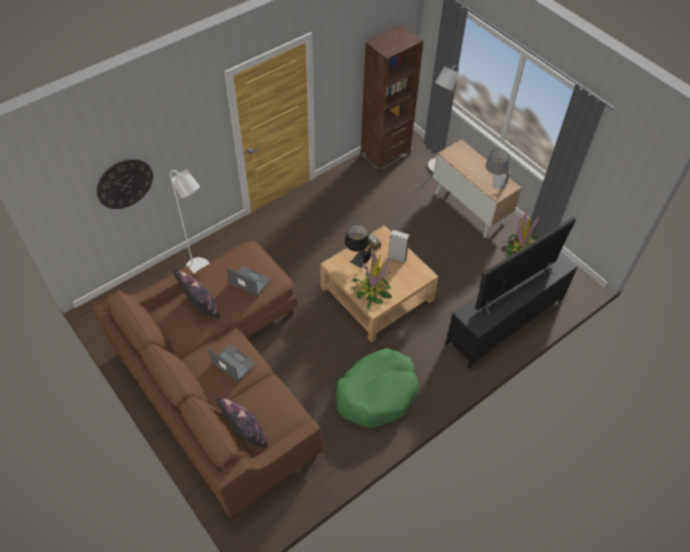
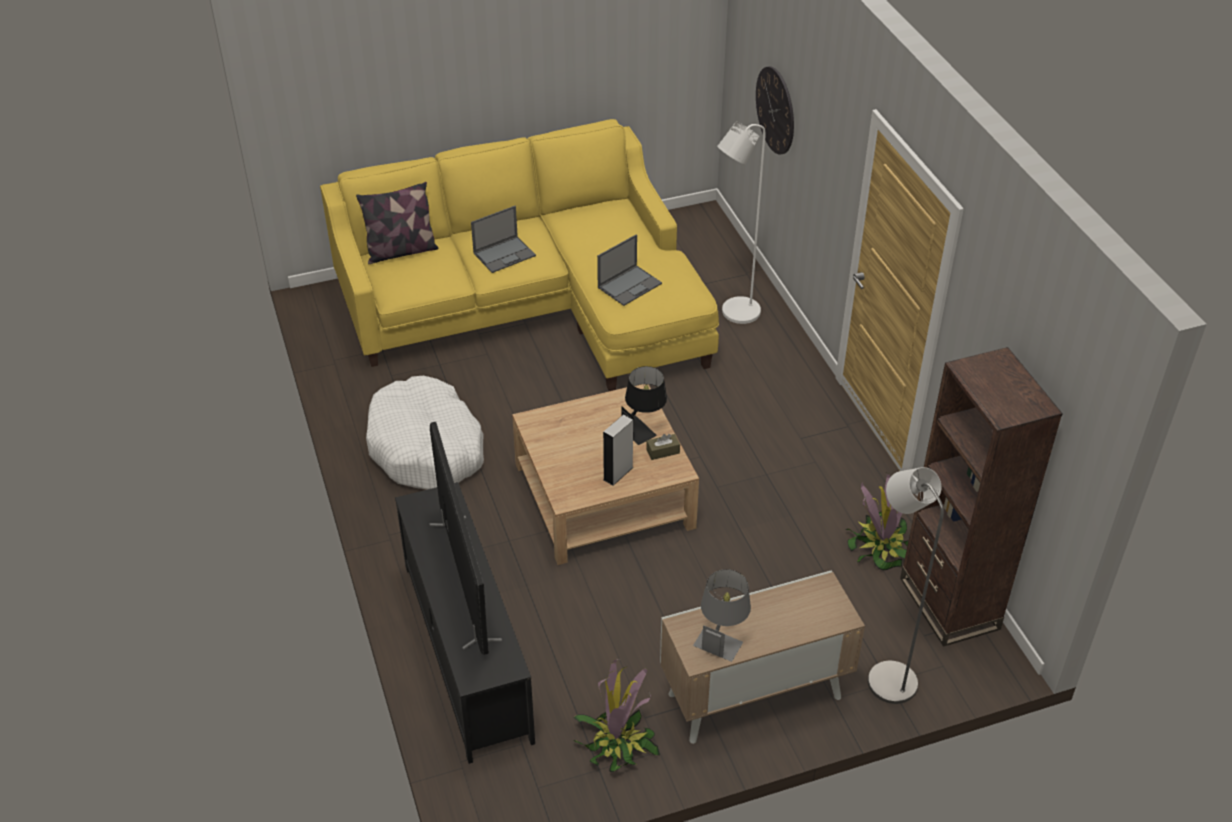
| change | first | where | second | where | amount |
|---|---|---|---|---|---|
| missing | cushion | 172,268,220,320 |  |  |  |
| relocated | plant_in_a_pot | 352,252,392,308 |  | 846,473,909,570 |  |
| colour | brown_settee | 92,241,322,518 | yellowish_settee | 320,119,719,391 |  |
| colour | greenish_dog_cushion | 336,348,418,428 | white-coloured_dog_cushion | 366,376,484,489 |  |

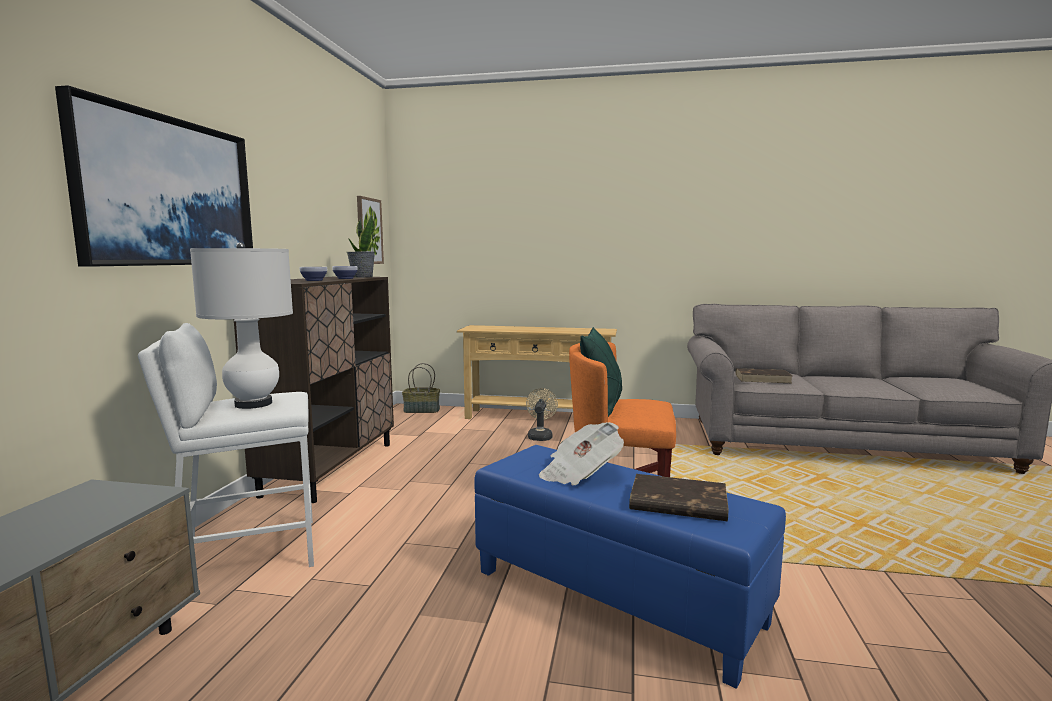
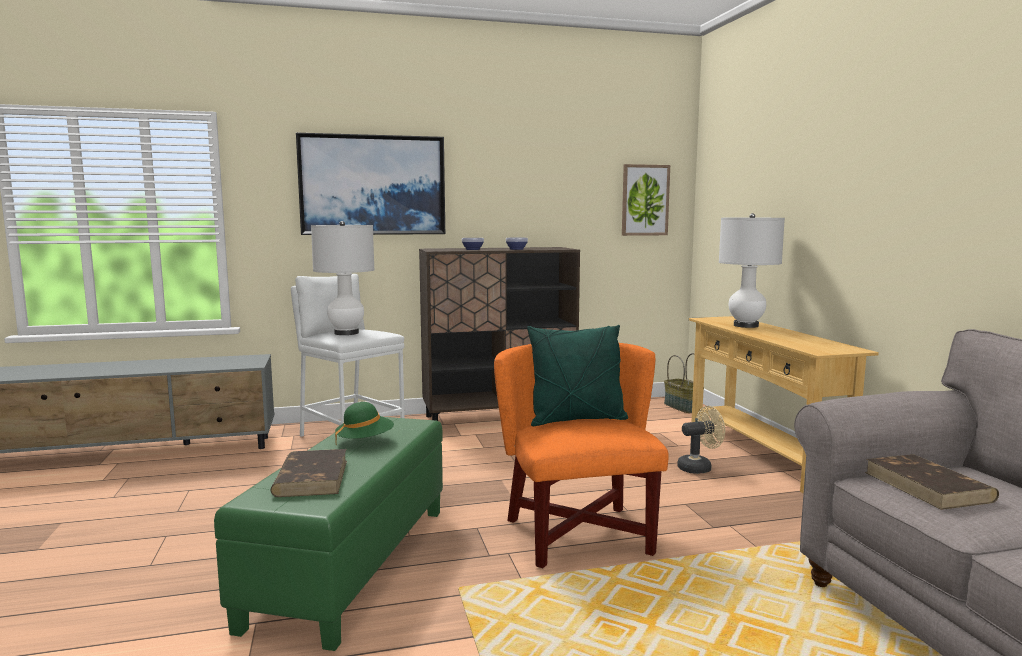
| change | first | where | second | where | amount |
|---|---|---|---|---|---|
| missing | plant_in_a_pot | 347,215,375,277 |  |  |  |
| appeared |  |  | white-coloured_table_lamp | 719,213,785,328 |  |
| exchanged | printed_paper | 539,422,624,485 | greenish_clothing_hat | 335,402,394,445 |  |
| colour | blue_ottoman | 474,445,786,689 | greenish_ottoman | 214,417,443,651 |  |

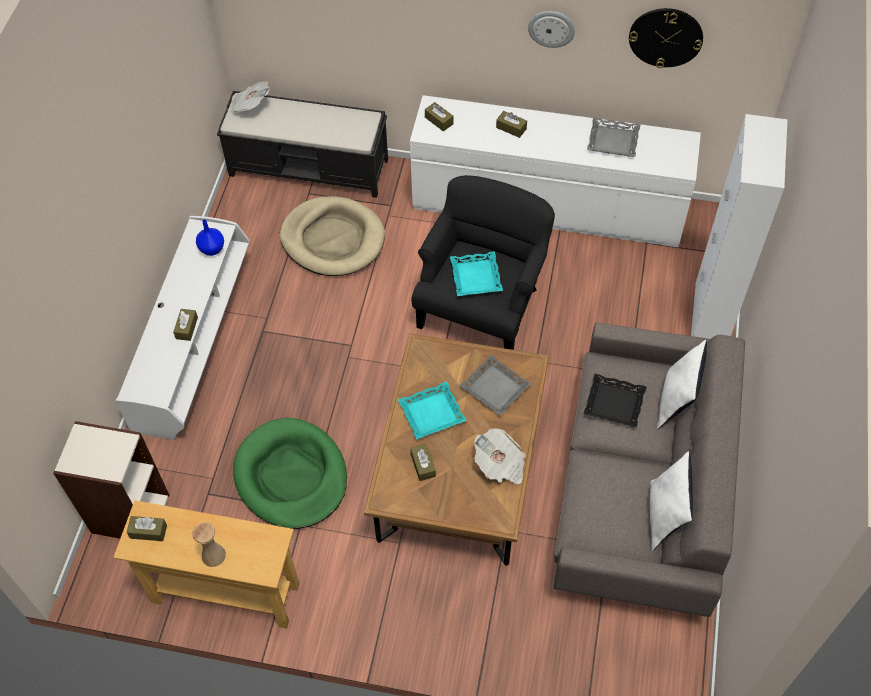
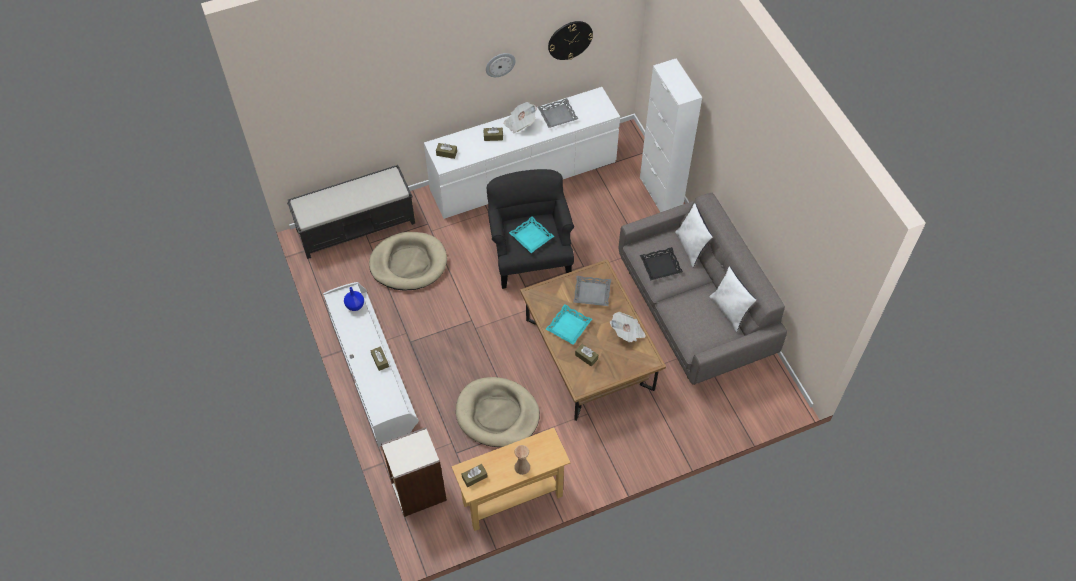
| change | first | where | second | where | amount |
|---|---|---|---|---|---|
| relocated | printed_paper | 230,81,269,113 |  | 504,102,537,133 |  |
| colour | greenish_dog_cushion | 233,418,347,529 | sand-coloured_dog_cushion | 456,377,540,447 |  |

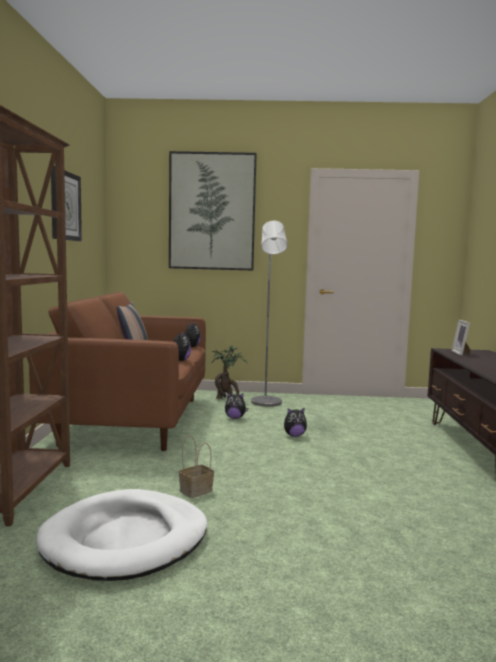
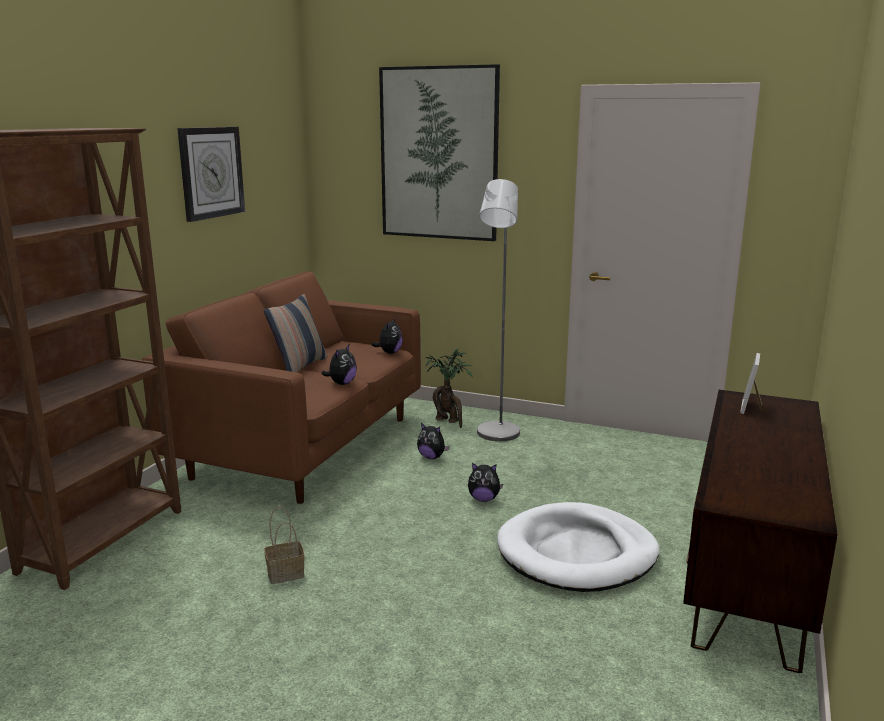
| change | first | where | second | where | amount |
|---|---|---|---|---|---|
| relocated | white-coloured_dog_cushion | 36,489,207,581 |  | 497,502,660,592 |  |

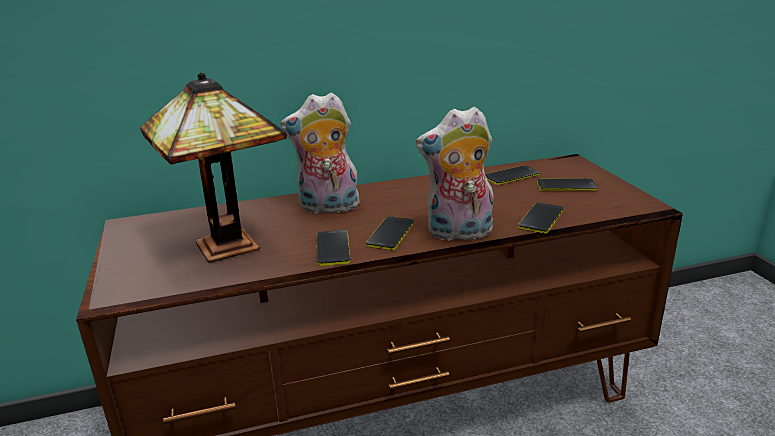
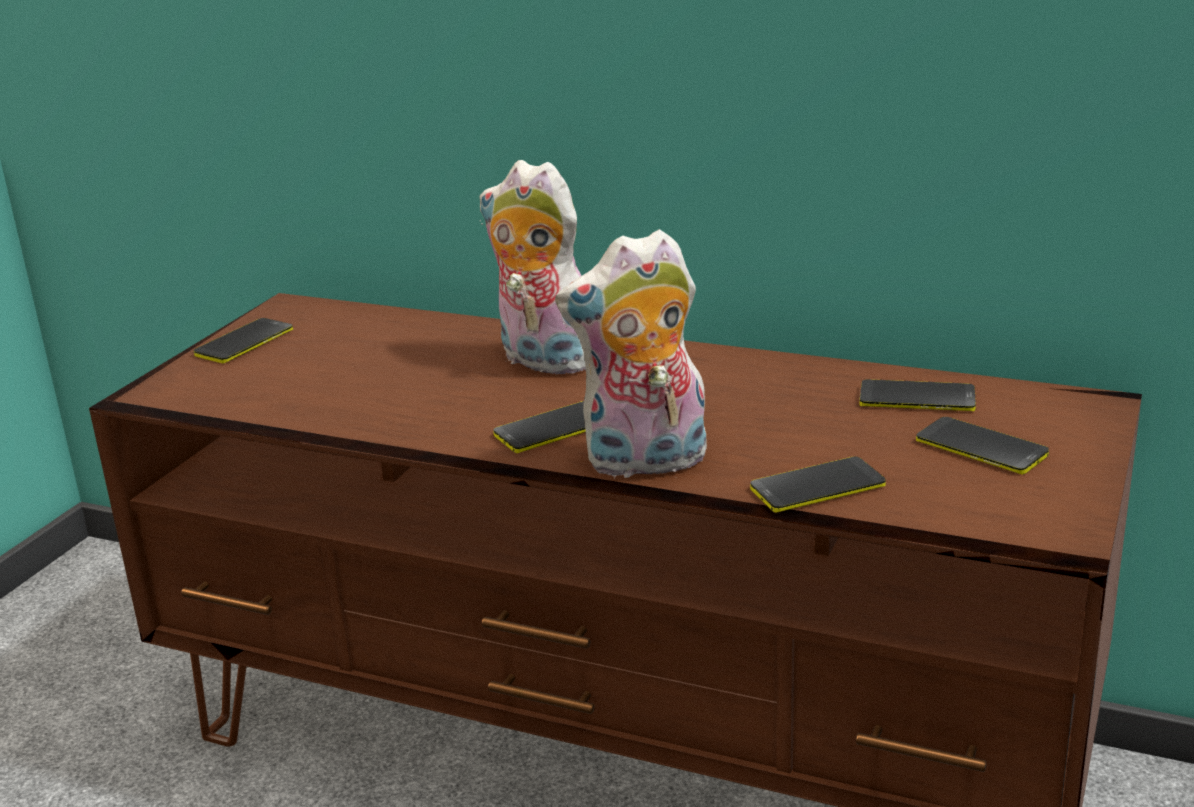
| change | first | where | second | where | amount |
|---|---|---|---|---|---|
| missing | table_lamp | 140,72,287,263 |  |  |  |
| relocated | handset | 317,230,351,266 |  | 194,318,293,363 |  |
| spun | soft_toy | 416,106,493,243 |  | 555,229,707,478 | 45 degrees counterclockwise |

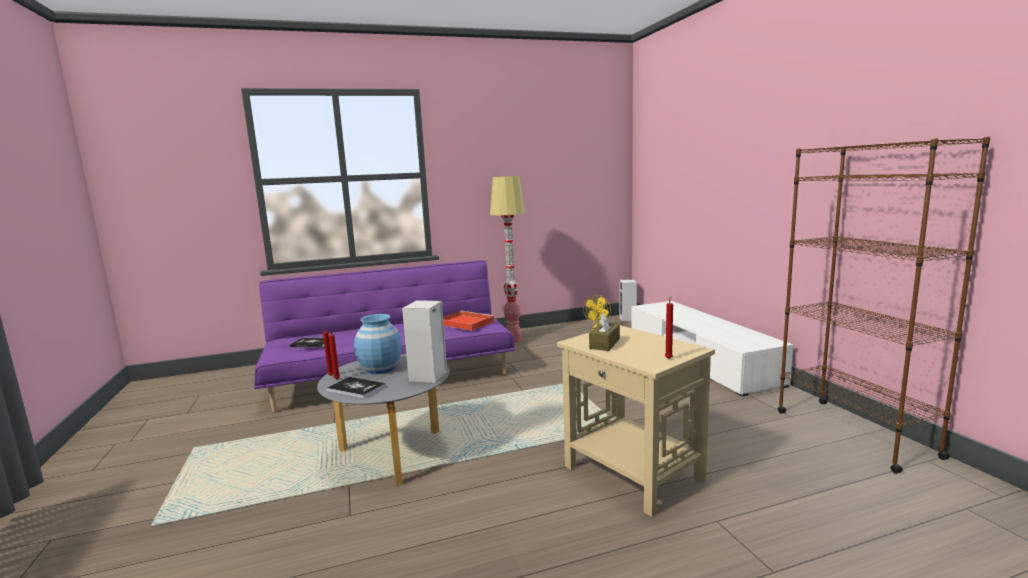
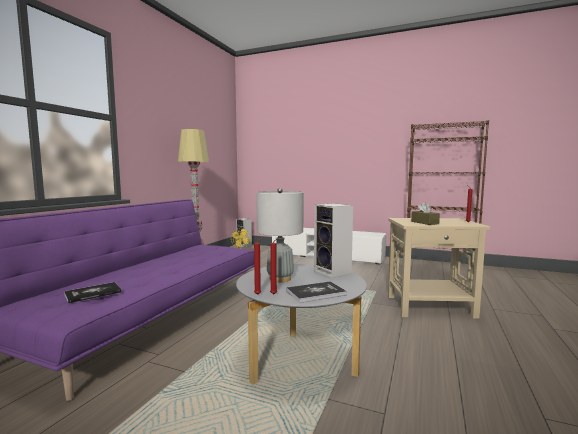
| change | first | where | second | where | amount |
|---|---|---|---|---|---|
| missing | red_serving_tray | 443,311,495,331 |  |  |  |
| exchanged | blue_flower_vase | 354,314,402,374 | gray_table_lamp | 256,188,304,283 |  |

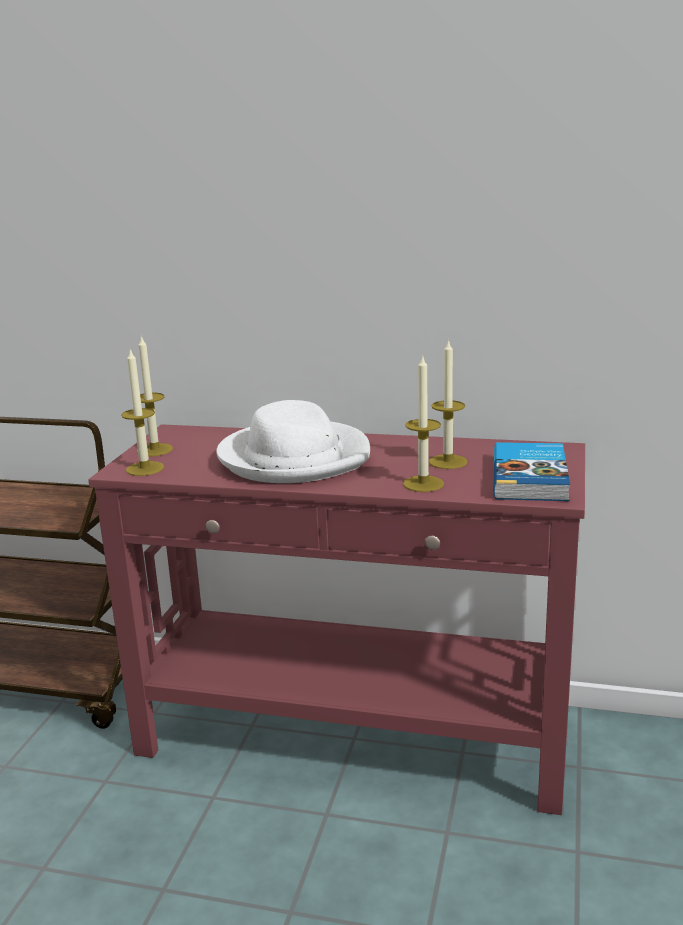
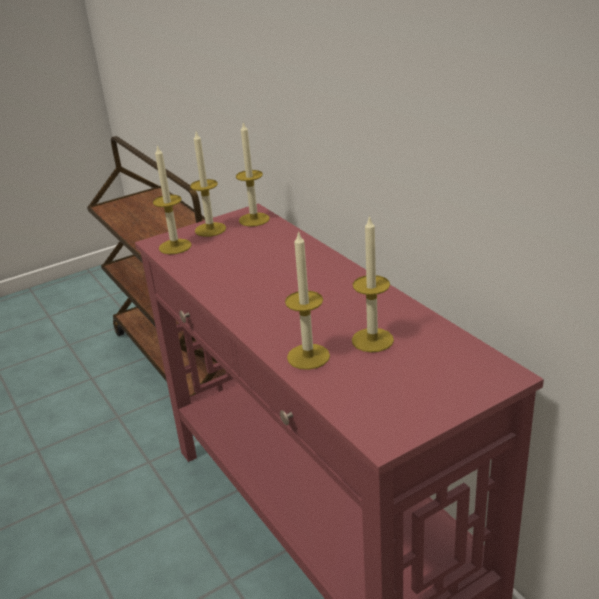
| change | first | where | second | where | amount |
|---|---|---|---|---|---|
| missing | white-coloured_clothing_hat | 216,400,370,483 |  |  |  |
| missing | bound_book | 494,442,570,501 |  |  |  |
| appeared |  |  | wax_candle | 236,122,270,227 |  |

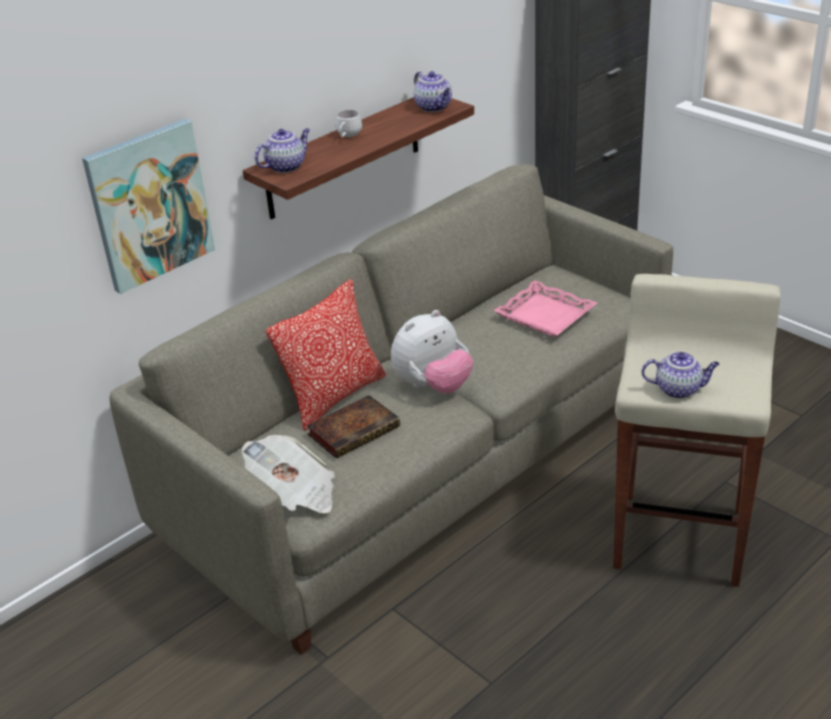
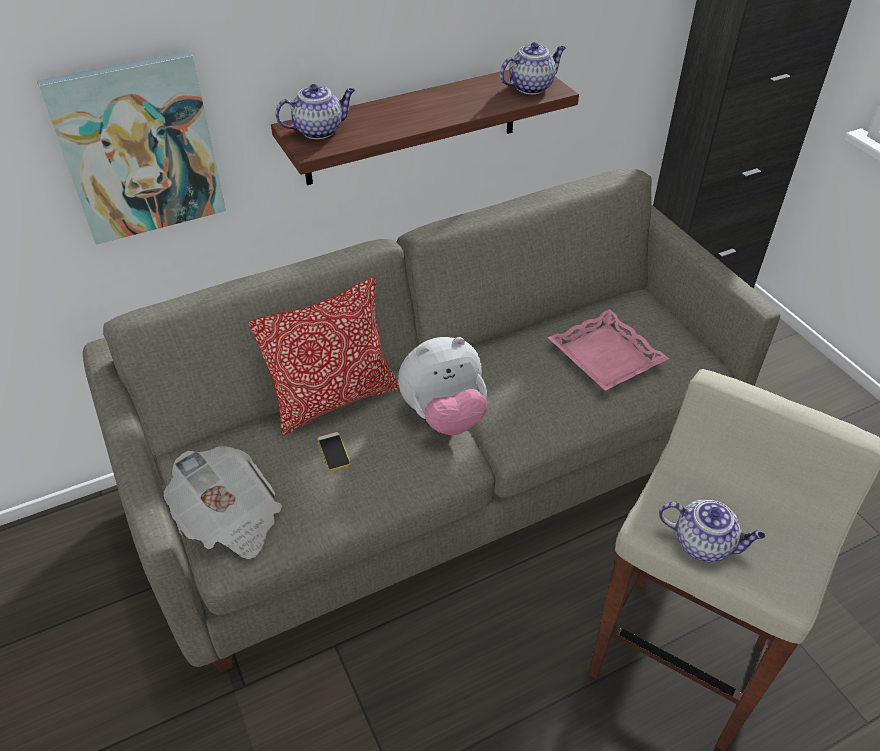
| change | first | where | second | where | amount |
|---|---|---|---|---|---|
| missing | white-coloured_tea_mug | 336,110,362,137 |  |  |  |
| exchanged | bound_book | 306,395,400,459 | handset | 317,432,351,471 |  |
| spun | teapot | 414,71,452,112 |  | 500,42,566,94 | 105 degrees counterclockwise |

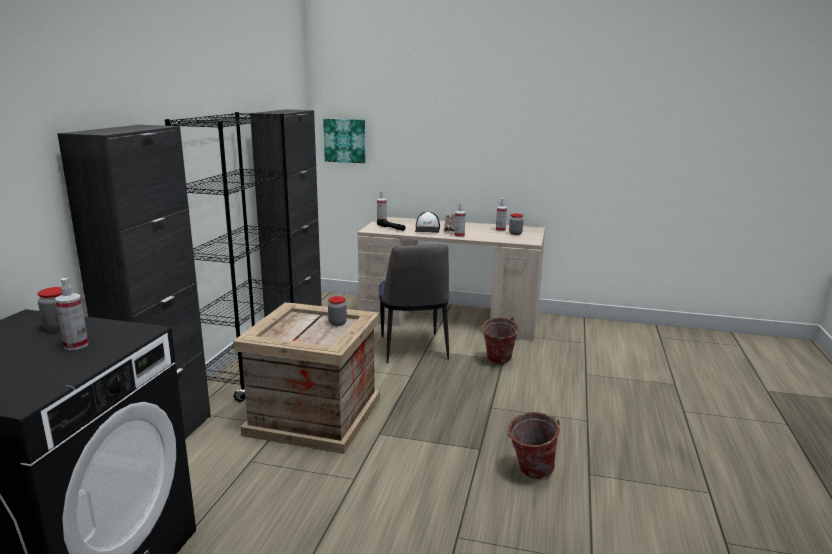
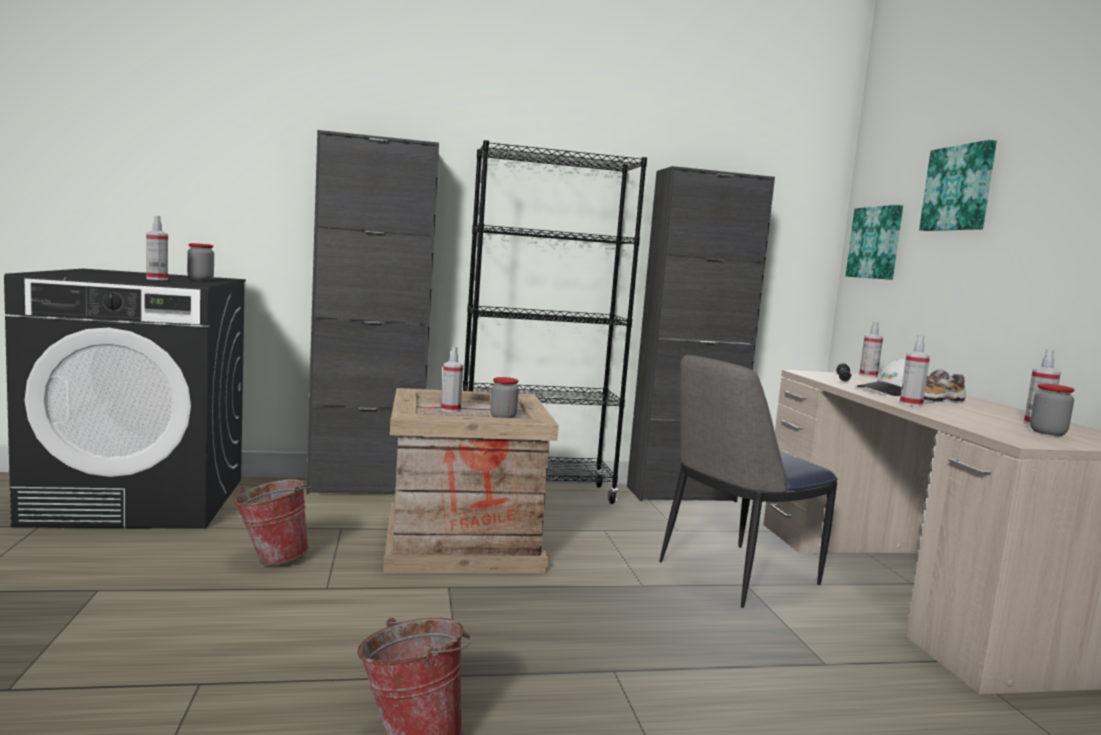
| change | first | where | second | where | amount |
|---|---|---|---|---|---|
| appeared |  |  | spray_bottle | 441,346,463,412 |  |
| appeared |  |  | wall_art | 919,140,997,231 |  |
| relocated | bucket | 480,317,519,364 |  | 233,479,310,565 |  |

